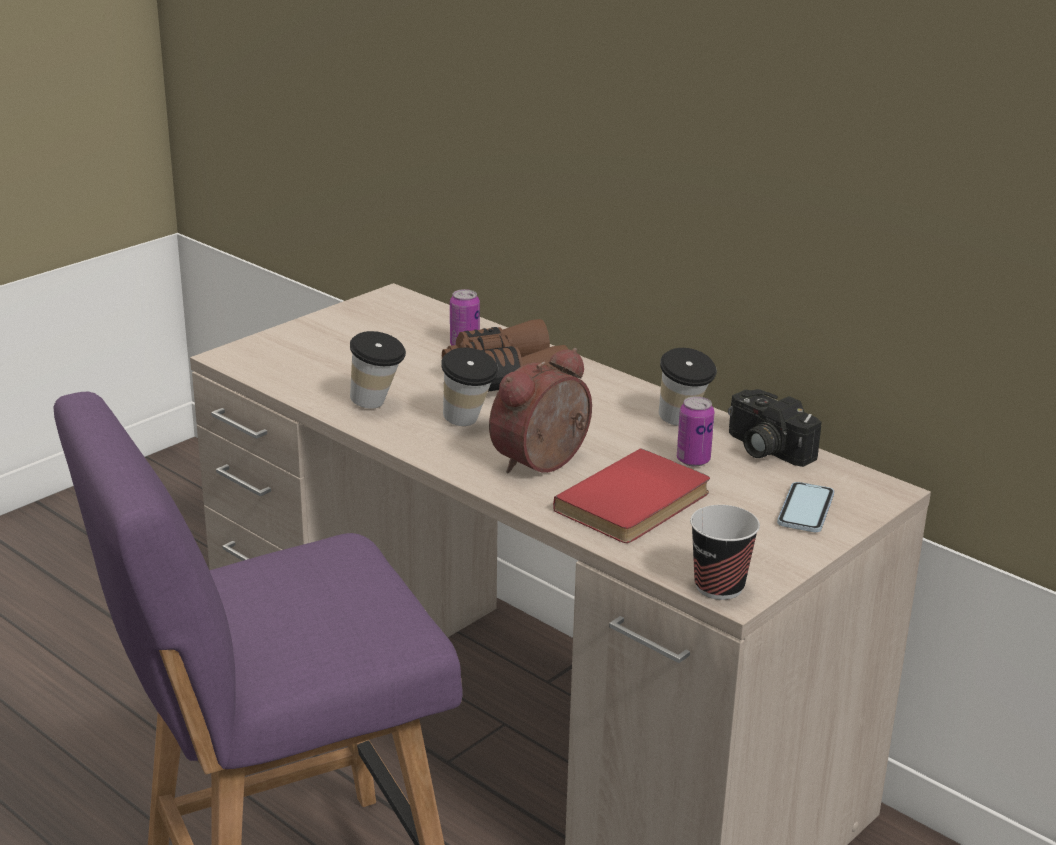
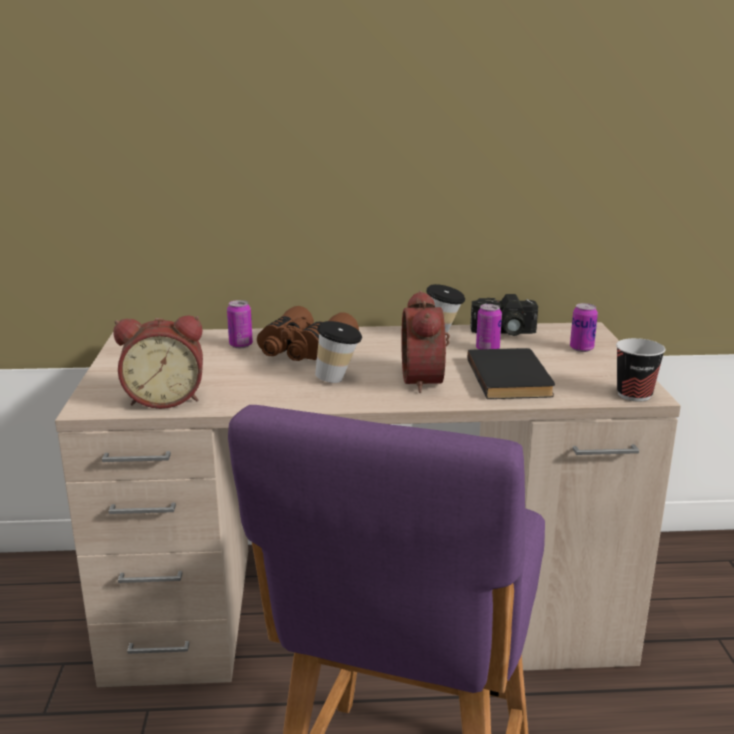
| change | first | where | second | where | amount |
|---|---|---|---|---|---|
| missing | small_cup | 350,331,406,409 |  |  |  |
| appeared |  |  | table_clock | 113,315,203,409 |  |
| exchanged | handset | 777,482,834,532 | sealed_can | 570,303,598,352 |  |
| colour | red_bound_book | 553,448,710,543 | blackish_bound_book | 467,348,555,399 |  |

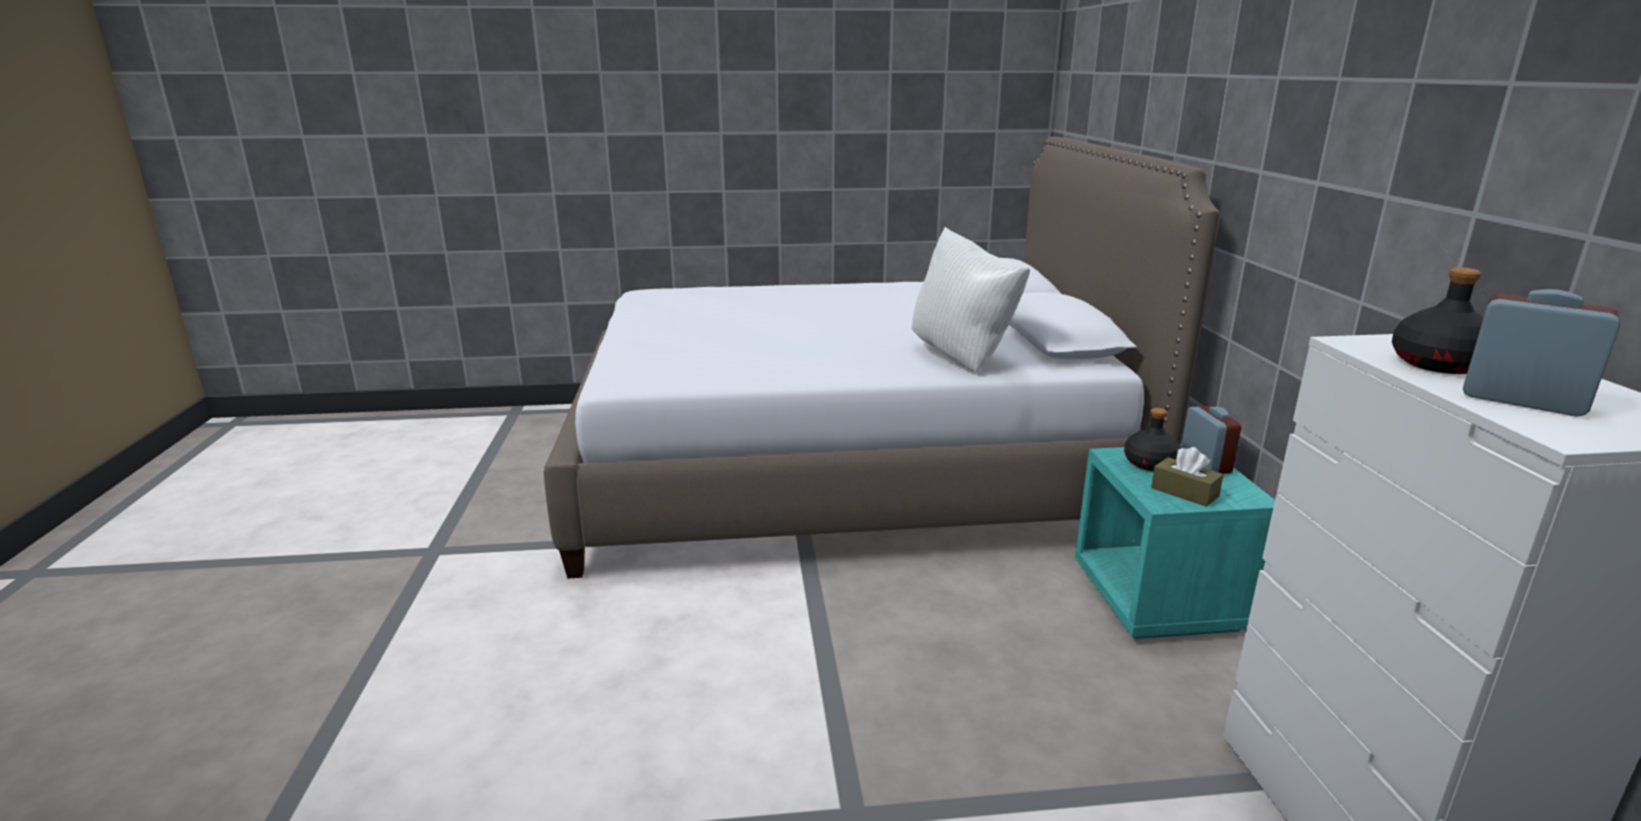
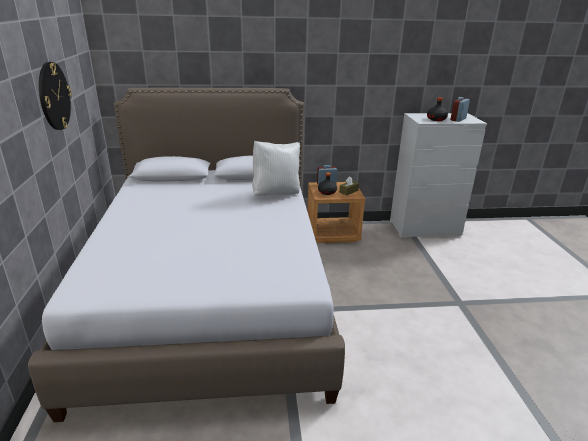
| change | first | where | second | where | amount |
|---|---|---|---|---|---|
| appeared |  |  | hanging_clock | 39,62,72,130 |  |
| colour | blue-green_bedside_table | 1075,444,1275,639 | brown_bedside_table | 307,182,365,243 |  |

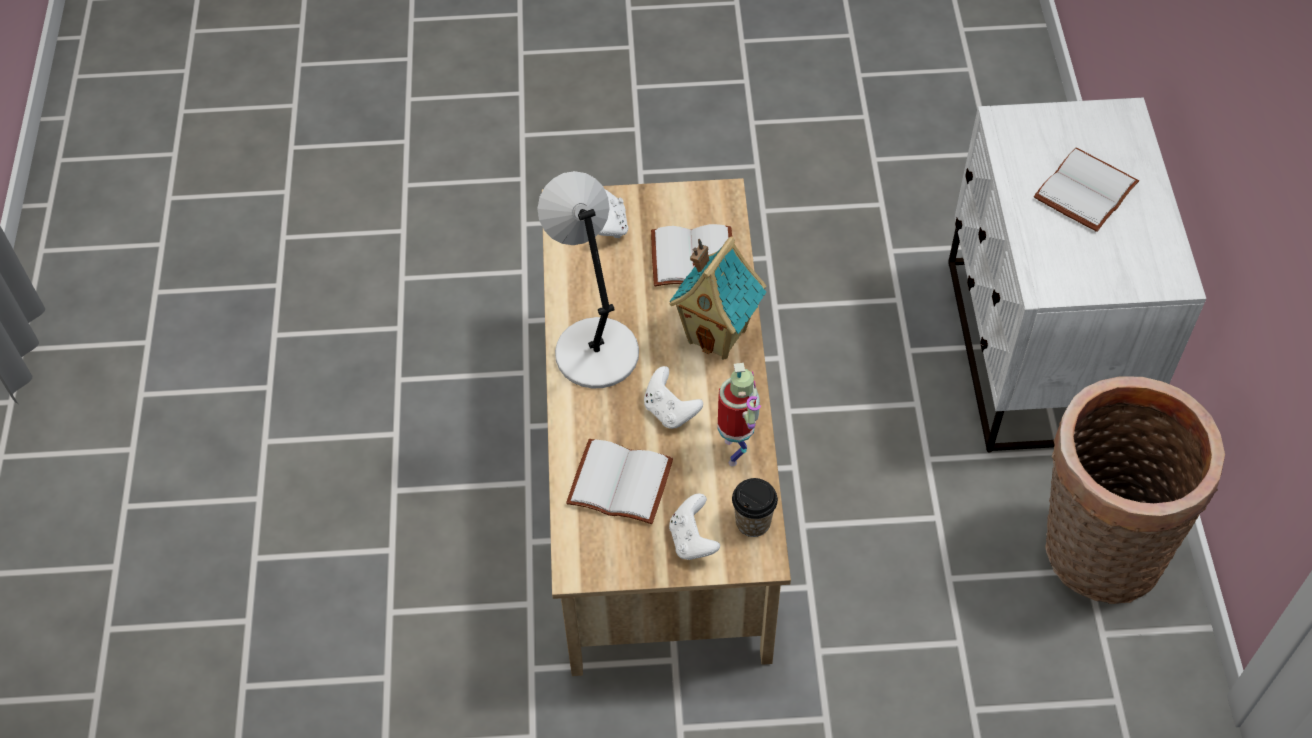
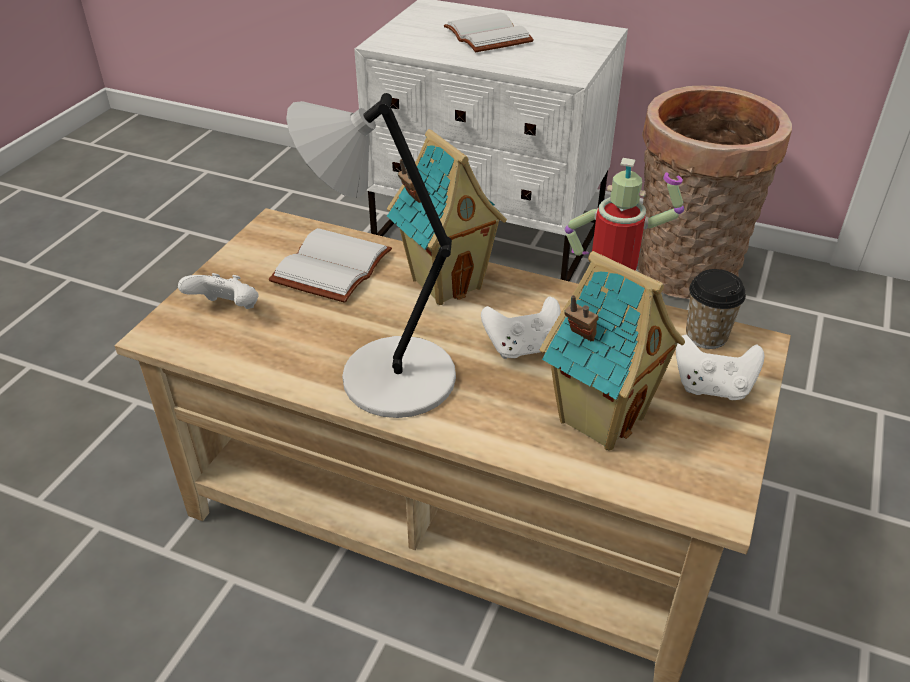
| change | first | where | second | where | amount |
|---|---|---|---|---|---|
| exchanged | white-coloured_bound_book | 566,439,673,524 | miniature_house | 540,251,685,450 |  |

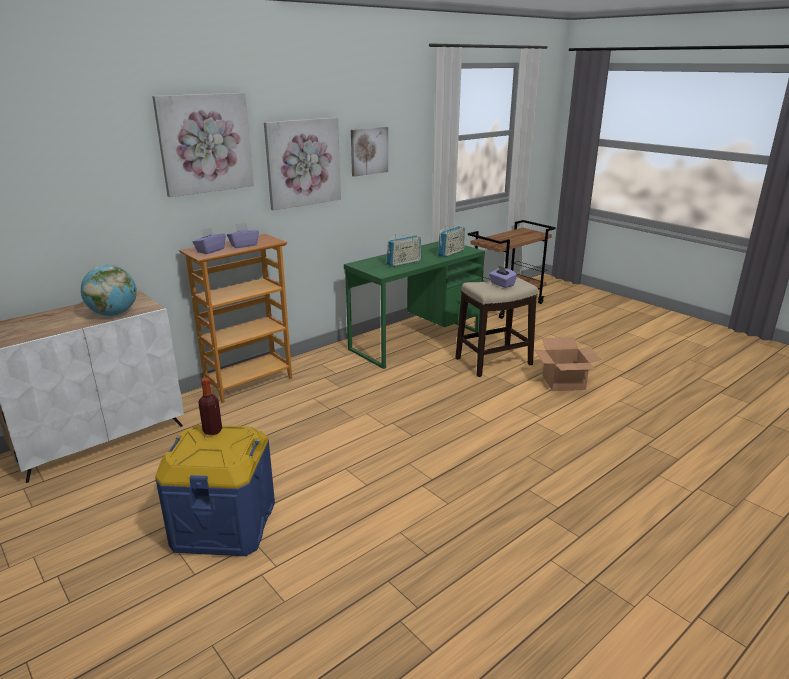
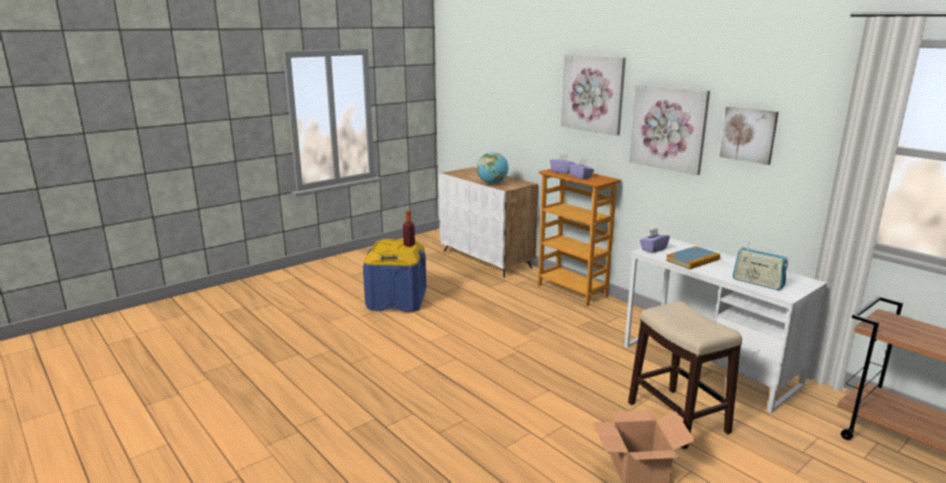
| change | first | where | second | where | amount |
|---|---|---|---|---|---|
| relocated | purplish_tissue_box | 489,265,517,288 |  | 640,228,670,253 |  |
| exchanged | radio_set | 387,234,422,267 | bound_book | 666,246,720,270 |  |
| colour | greenish_desk_unit | 344,241,485,369 | white-coloured_desk_unit | 624,238,827,413 |  |

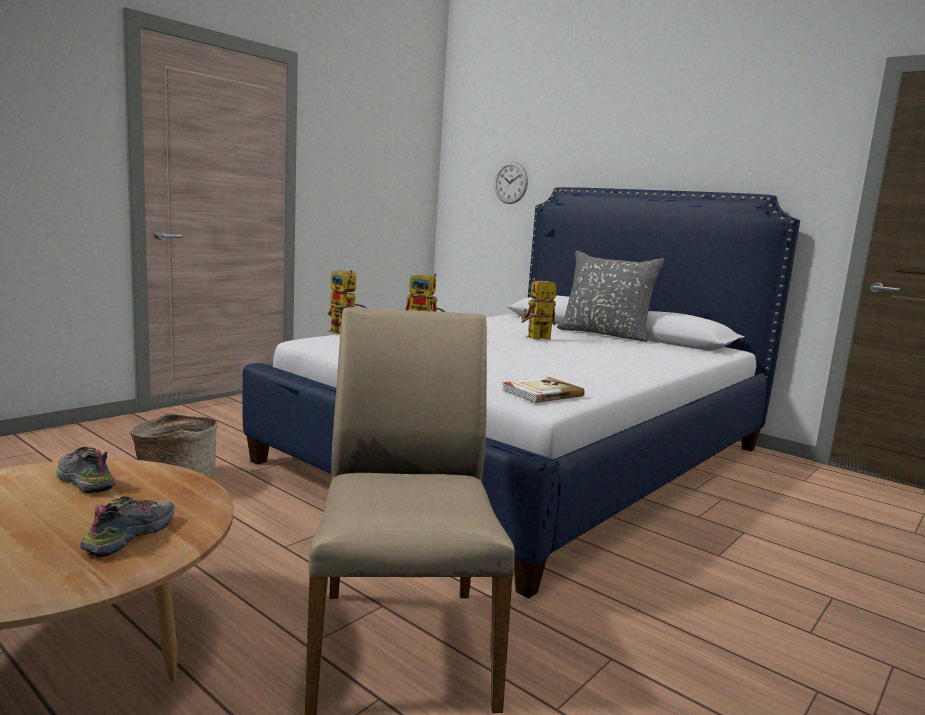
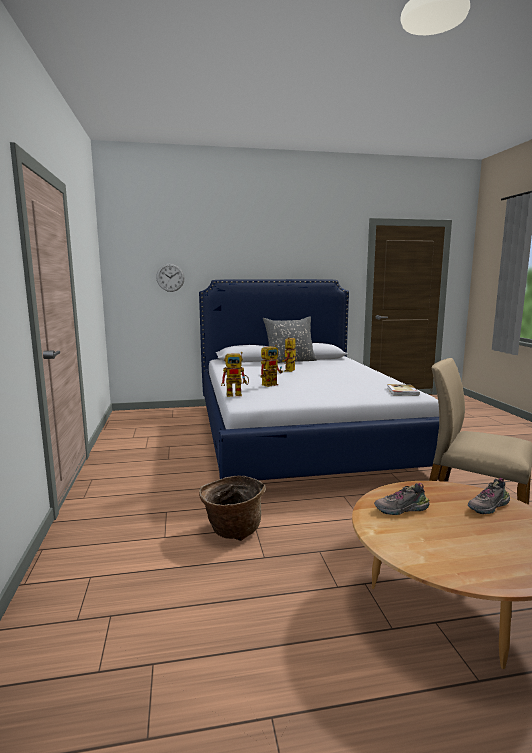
| change | first | where | second | where | amount |
|---|---|---|---|---|---|
| spun | shoe | 80,496,175,558 |  | 468,478,510,514 | 90 degrees counterclockwise |

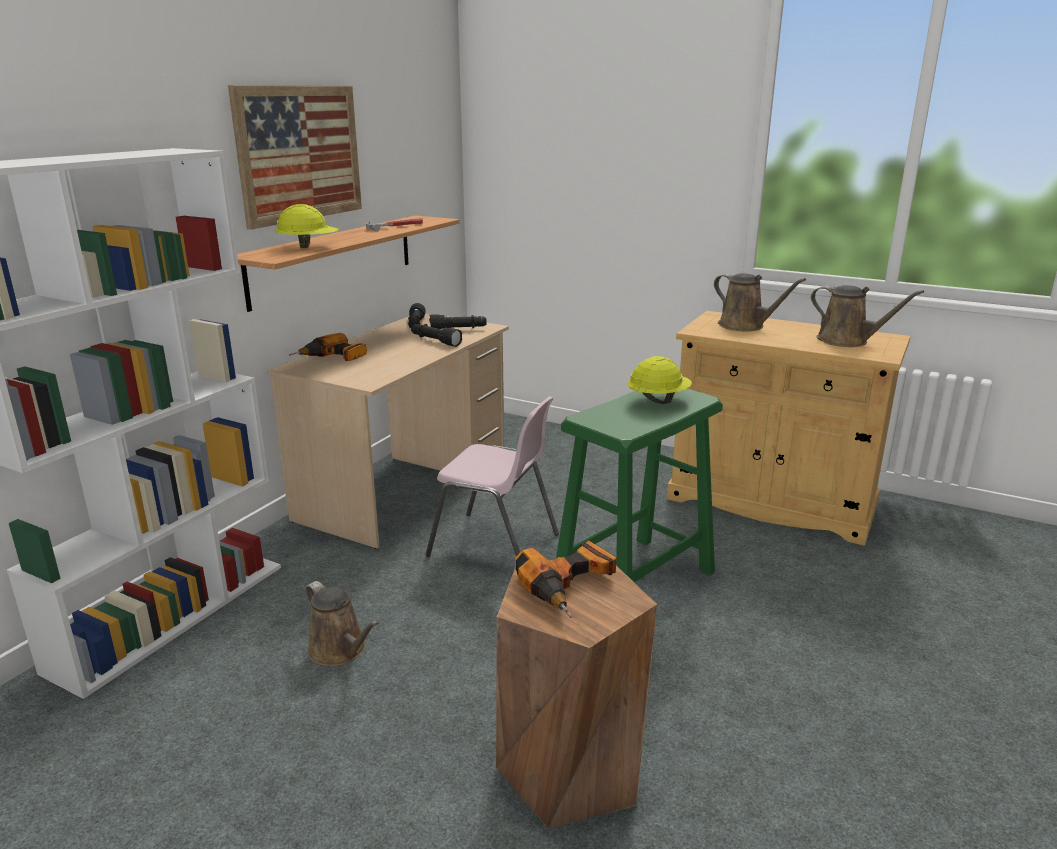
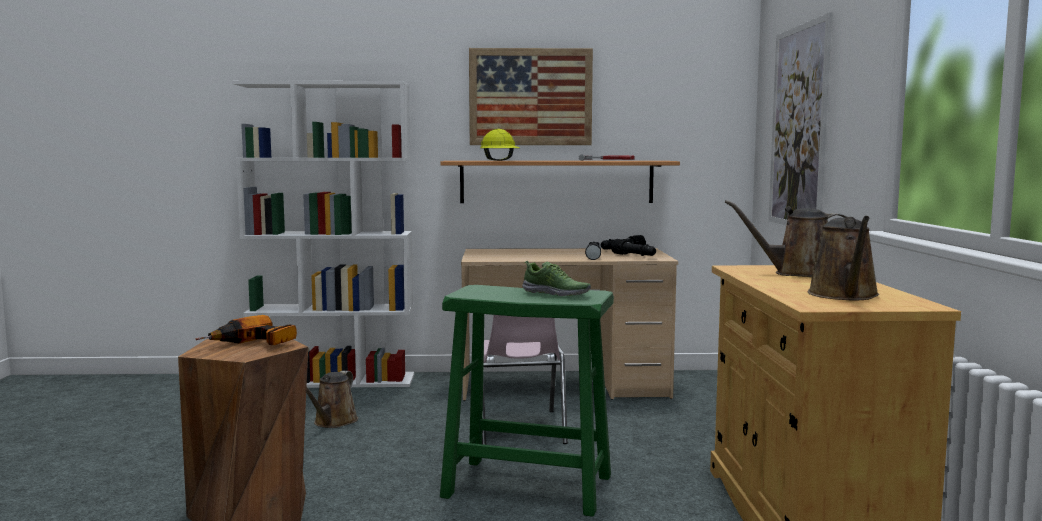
| change | first | where | second | where | amount |
|---|---|---|---|---|---|
| missing | drill | 289,333,367,361 |  |  |  |
| appeared |  |  | wall_art | 769,13,832,225 |  |
| exchanged | yellowish_safety_helmet | 627,356,692,404 | shoe | 522,261,591,296 |  |
| spun | brown_watering_can | 714,273,806,331 |  | 725,200,847,277 | 75 degrees clockwise |

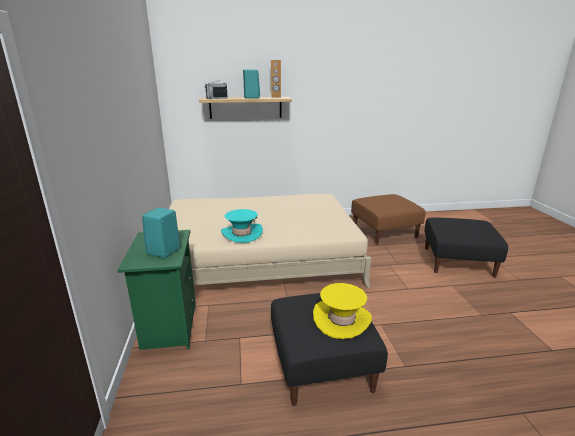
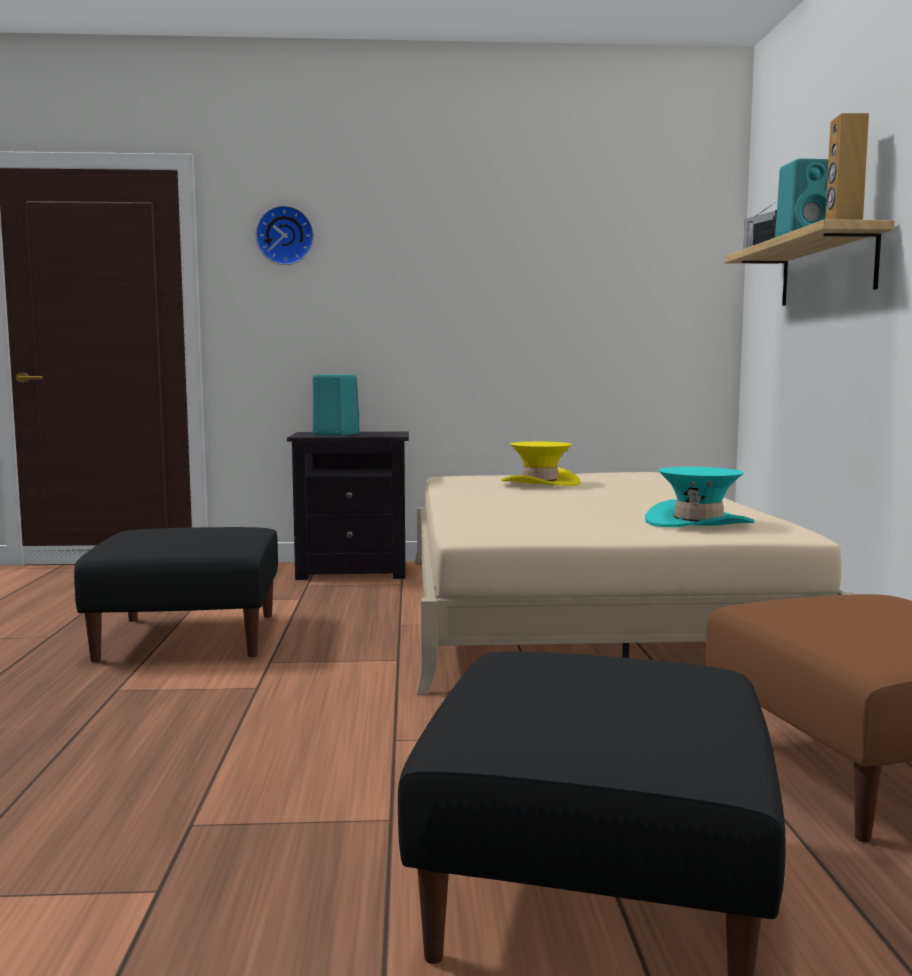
| change | first | where | second | where | amount |
|---|---|---|---|---|---|
| appeared |  |  | hanging_clock | 255,205,314,265 |  |
| relocated | blue-green_clothing_hat | 221,209,263,243 |  | 645,467,754,527 |  |
| relocated | yellowish_clothing_hat | 313,283,372,339 |  | 501,442,580,486 |  |
| colour | greenish_bedside_table | 117,230,196,350 | blackish_bedside_table | 287,432,409,580 |  |

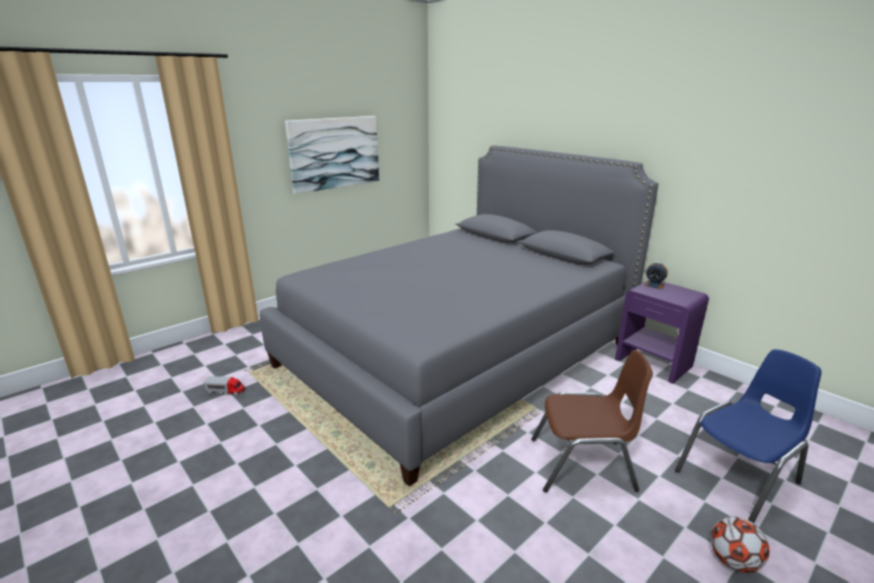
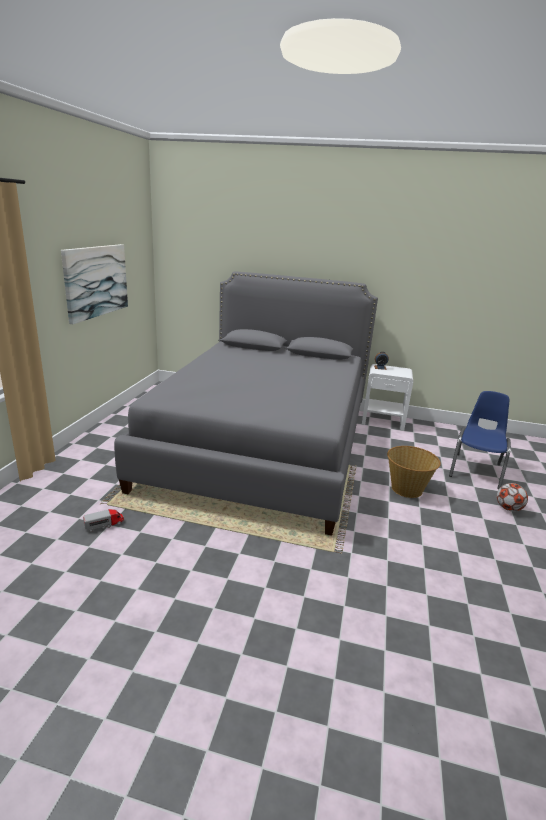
| change | first | where | second | where | amount |
|---|---|---|---|---|---|
| exchanged | brown_plain_chair | 531,350,653,493 | household_basket | 387,446,441,498 |  |
| colour | purplish_bedside_table | 615,280,709,384 | white-coloured_bedside_table | 362,364,413,431 |  |

